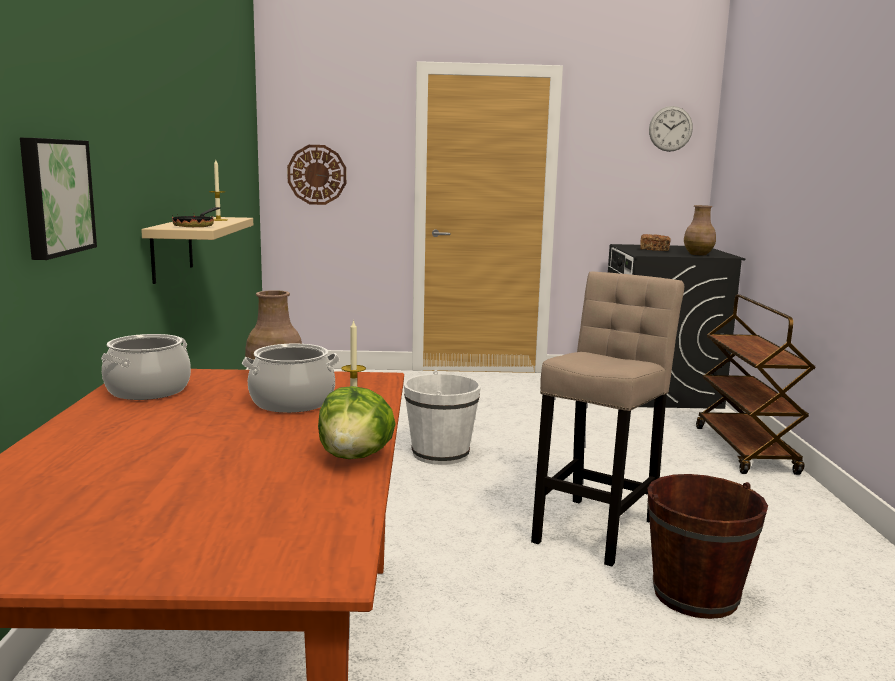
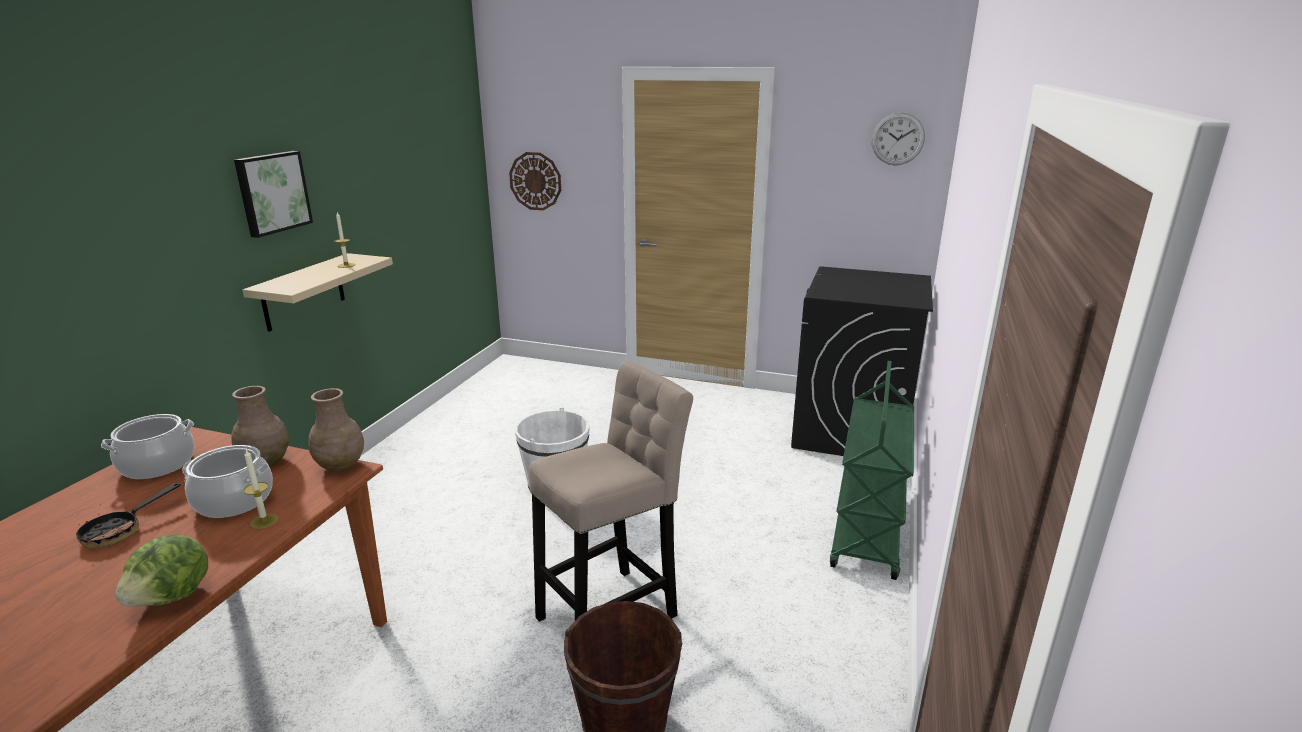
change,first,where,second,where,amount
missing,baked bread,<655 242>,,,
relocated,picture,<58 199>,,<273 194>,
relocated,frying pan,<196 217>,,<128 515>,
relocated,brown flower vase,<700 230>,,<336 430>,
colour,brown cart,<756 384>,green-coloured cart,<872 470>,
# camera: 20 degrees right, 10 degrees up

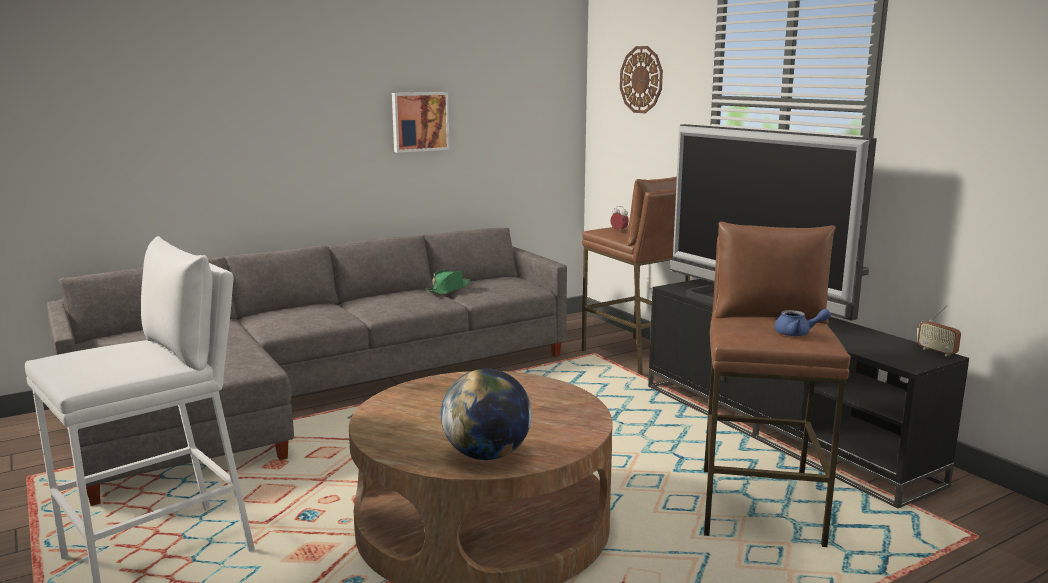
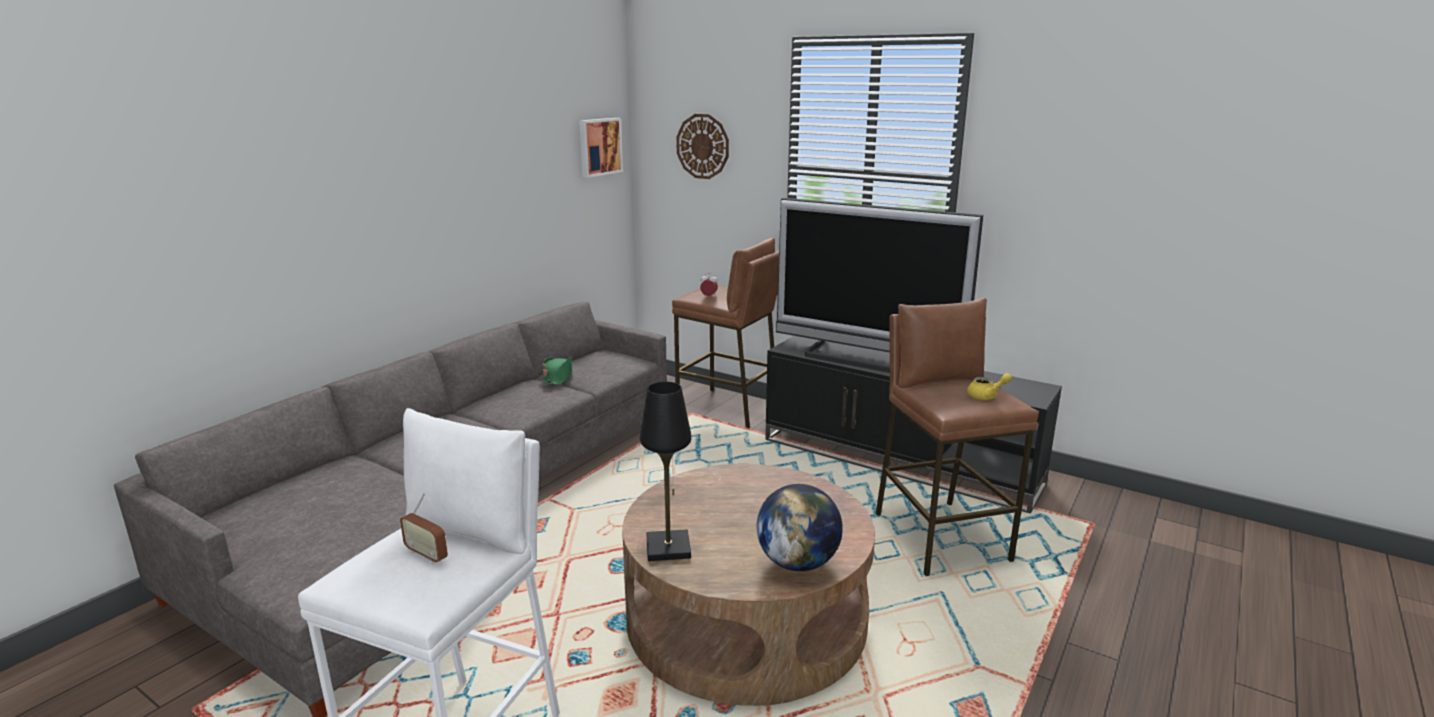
change,first,where,second,where,amount
appeared,,,blackish lamp for a table,<666 471>,
relocated,picture,<421 122>,,<601 148>,
relocated,radio receiver,<939 330>,,<424 528>,
colour,bluish tea pot,<802 322>,yellow-coloured tea pot,<989 386>,
# camera: 25 degrees left, 5 degrees up

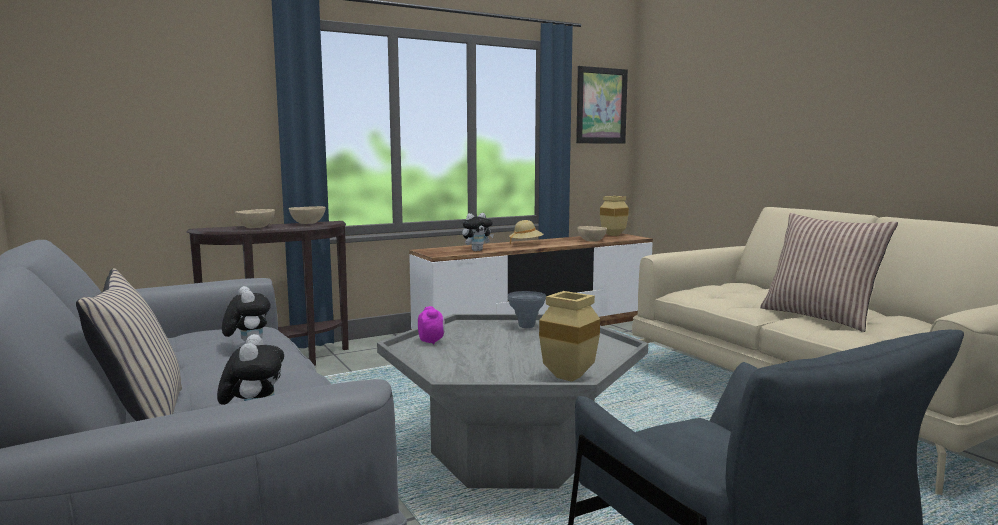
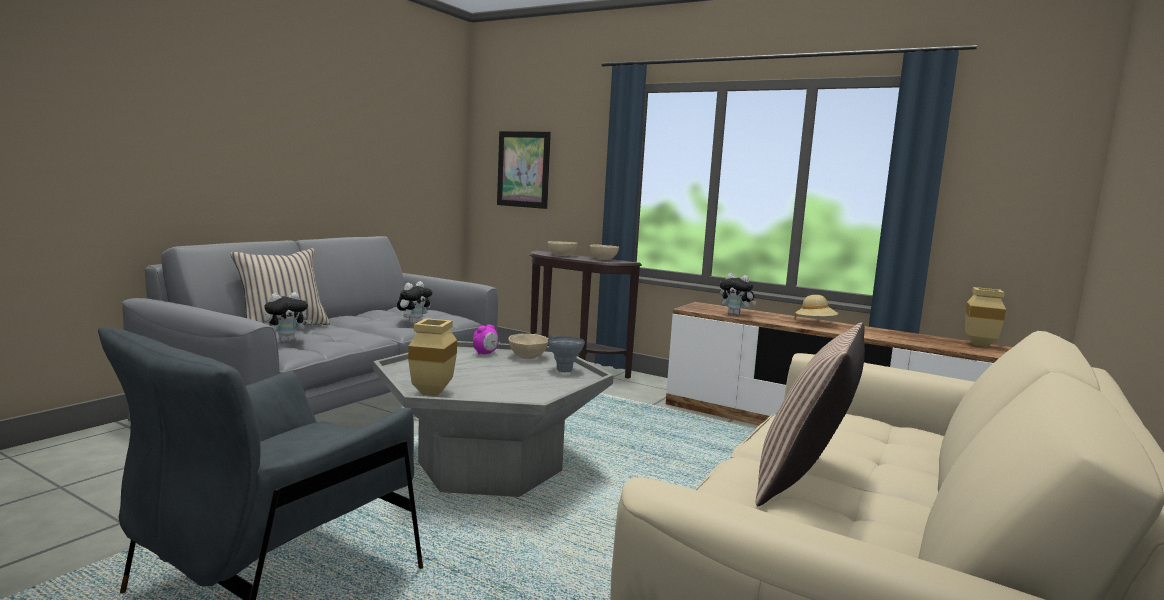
change,first,where,second,where,amount
relocated,picture,<602 105>,,<524 170>,
relocated,beige-coloured serving bowl,<592 234>,,<528 346>,
# camera: 60 degrees right, 0 degrees up

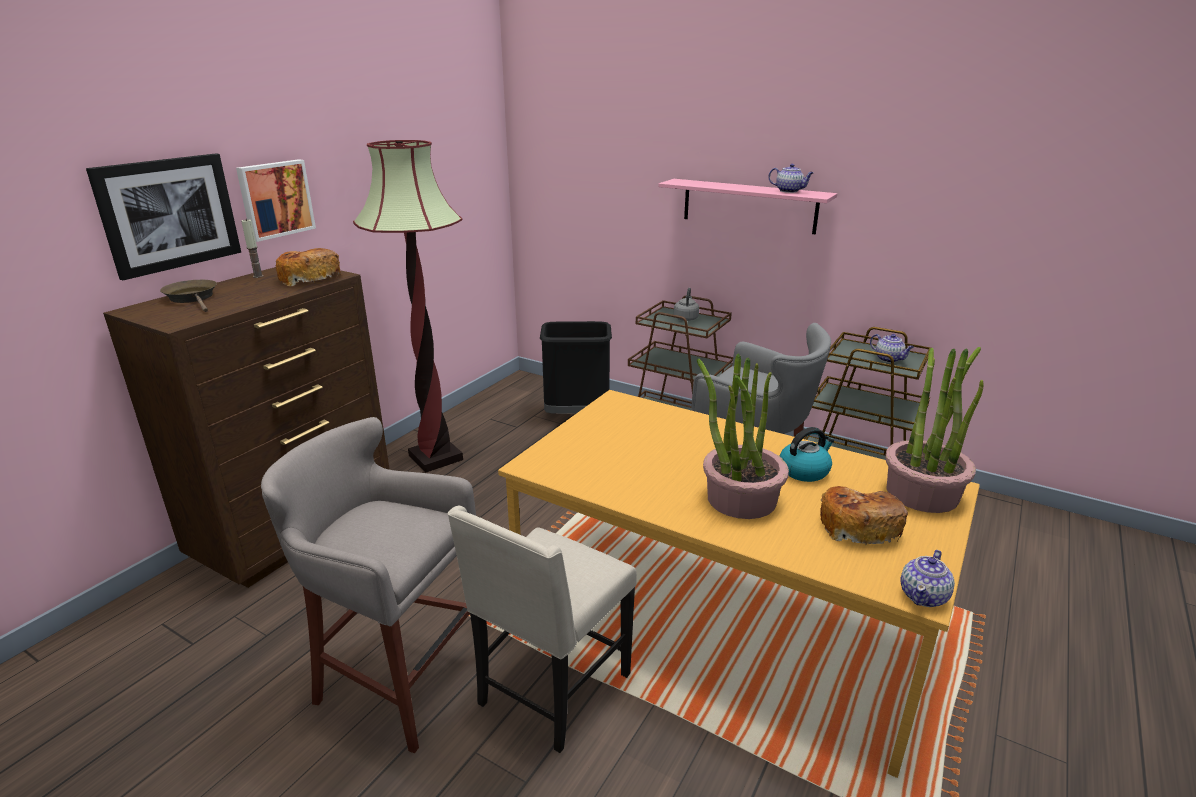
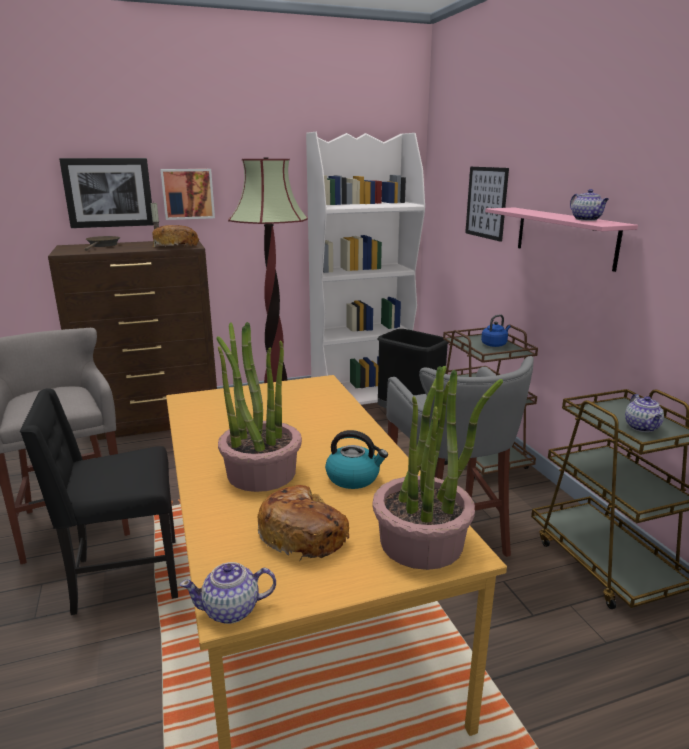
change,first,where,second,where,amount
appeared,,,whitish shelving unit,<365 268>,
appeared,,,picture,<487 204>,
colour,beige-coloured upright chair,<542 629>,blackish upright chair,<99 501>,
colour,greyish kettle,<686 304>,bluish kettle,<496 330>,
# camera: 40 degrees right, 5 degrees down

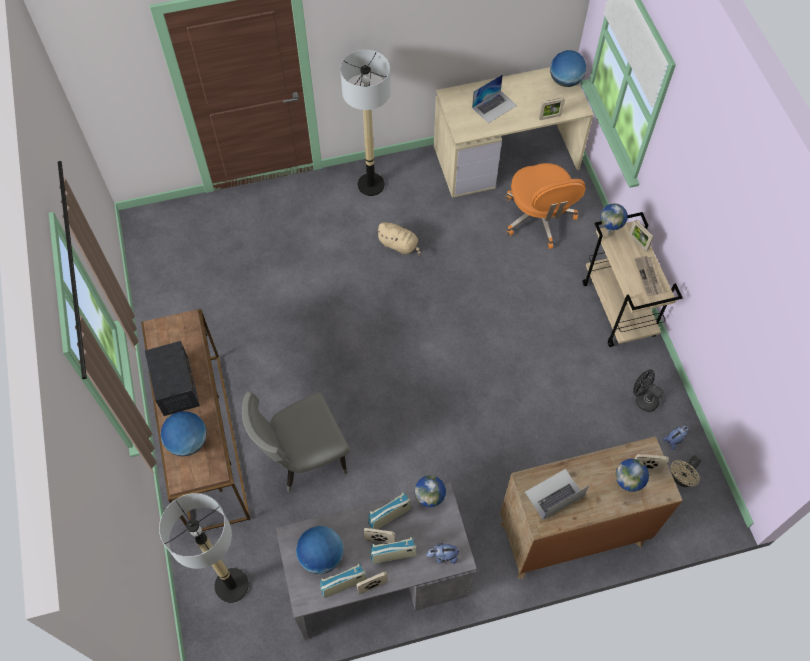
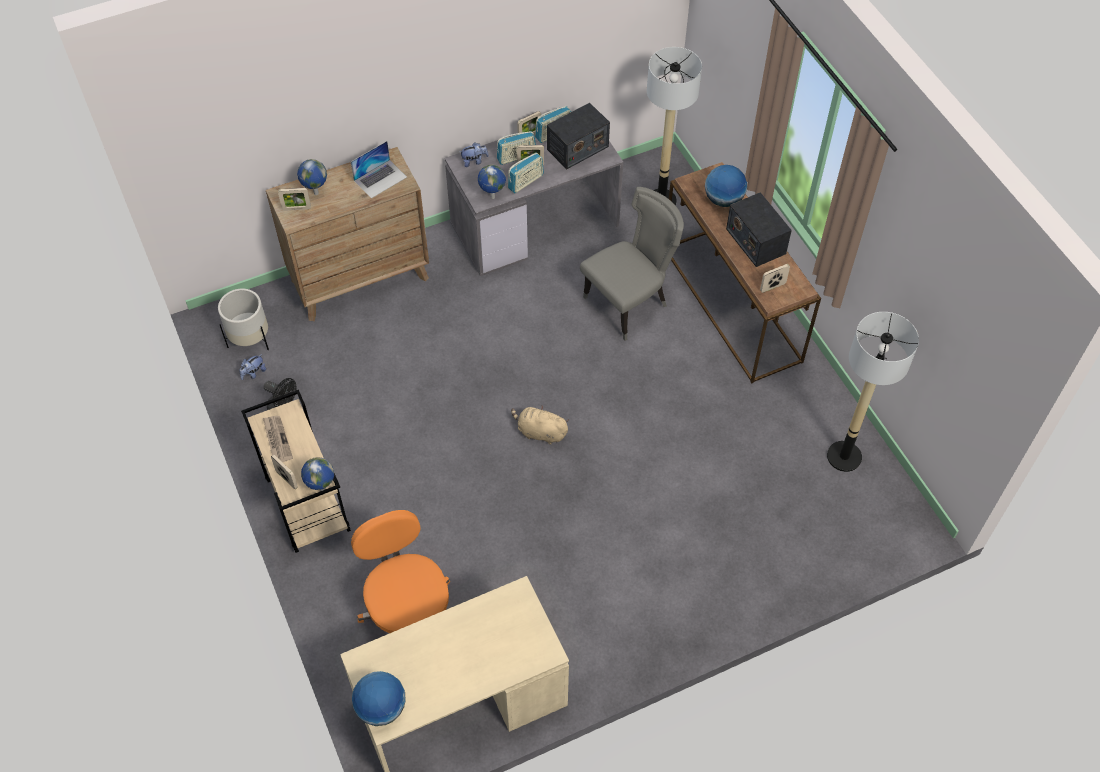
change,first,where,second,where,amount
missing,laptop,<494 98>,,,
relocated,standard lamp,<365 123>,,<873 392>,
relocated,beige-coloured plush toy,<398 239>,,<540 425>,
relocated,photo frame,<552 109>,,<775 278>,
exchanged,globe,<320 550>,radio receiver,<578 136>,
exchanged,beige-coloured cooling fan,<685 471>,whitish planter,<243 319>,
# camera: 170 degrees right, 5 degrees down

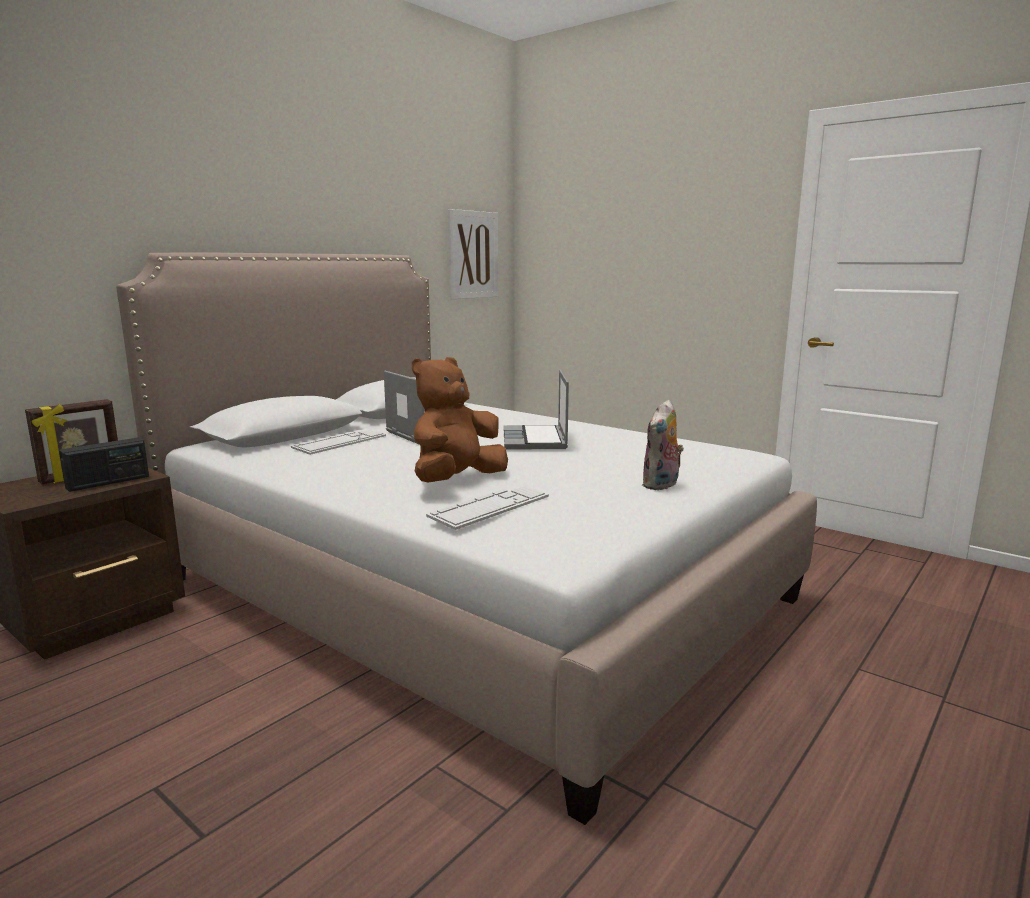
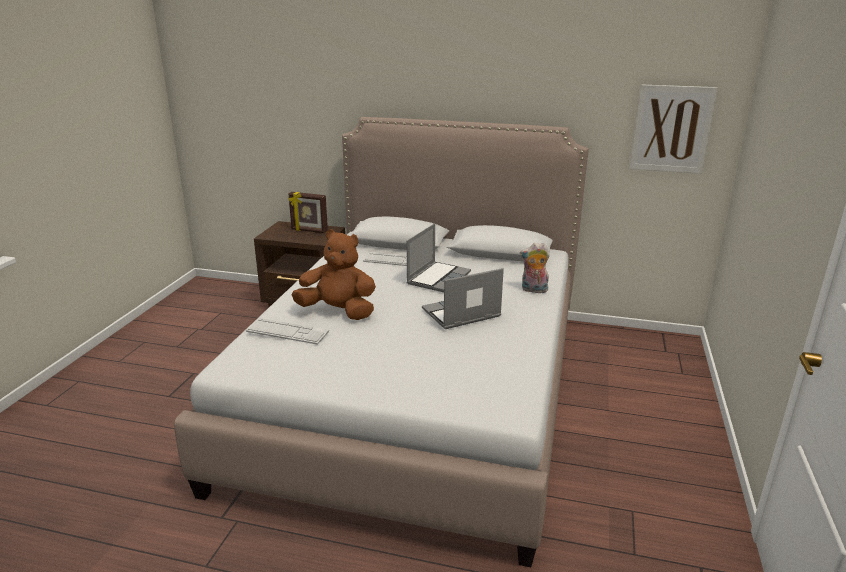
change,first,where,second,where,amount
missing,radio receiver,<104 464>,,,
relocated,plush toy,<663 445>,,<534 268>,
# camera: 65 degrees right, 10 degrees up

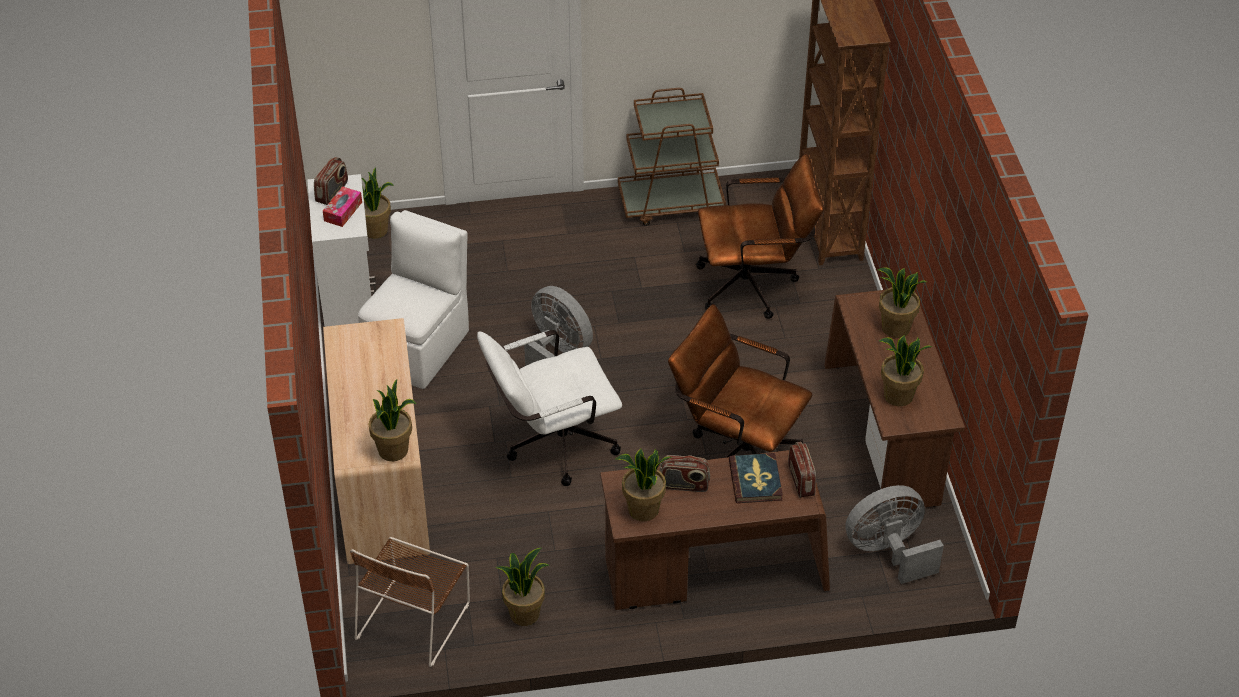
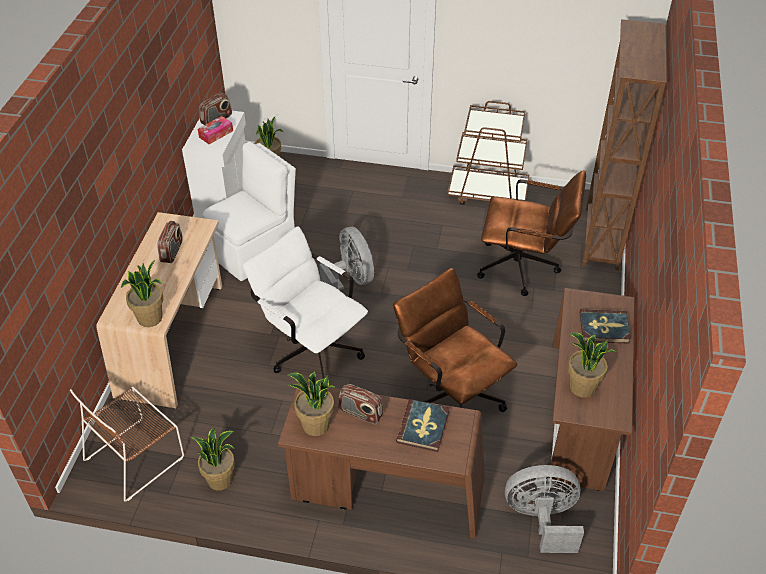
change,first,where,second,where,amount
relocated,radio receiver,<802 469>,,<170 242>,
exchanged,potted plant,<902 303>,book,<605 326>,
spun,whitish computer chair,<549 408>,,<305 306>,45 degrees clockwise
# camera: 20 degrees right, 0 degrees up

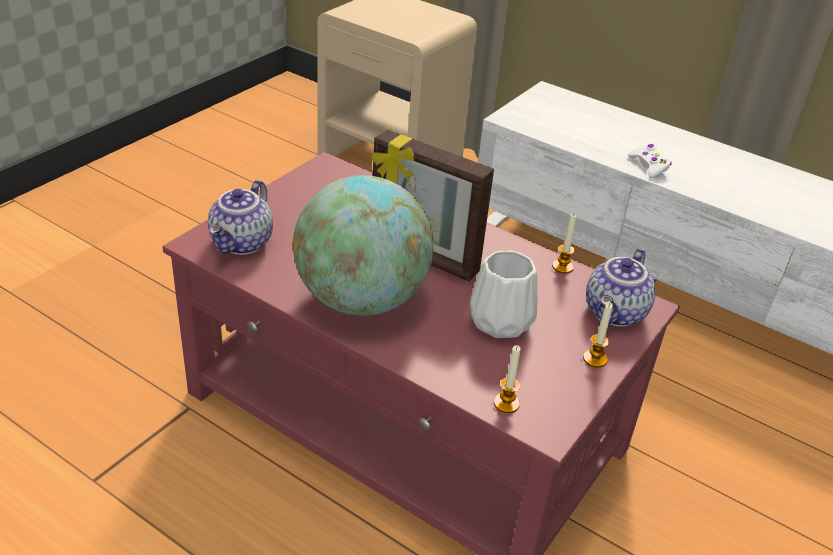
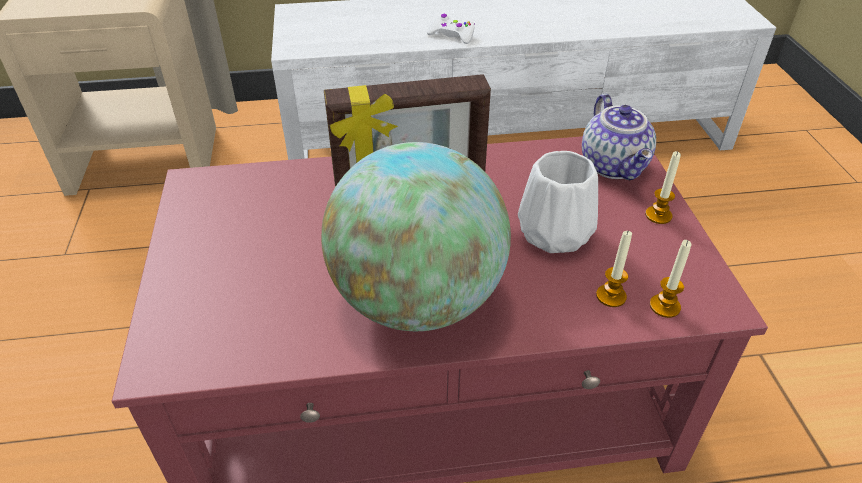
change,first,where,second,where,amount
missing,tea pot,<240 217>,,,
relocated,wax candle,<564 244>,,<614 268>,
# camera: 40 degrees left, 5 degrees up

